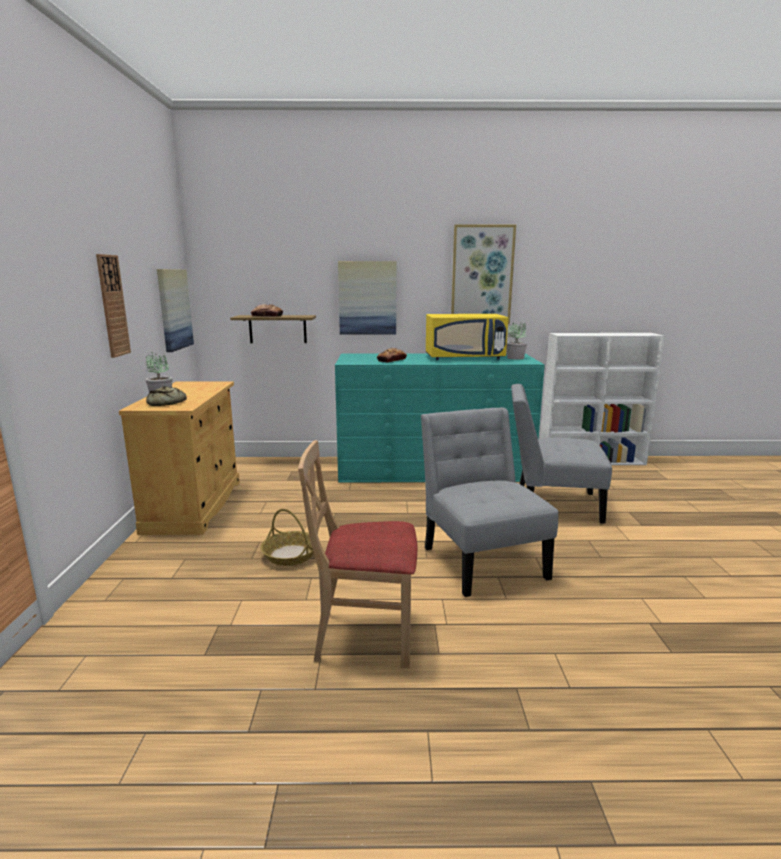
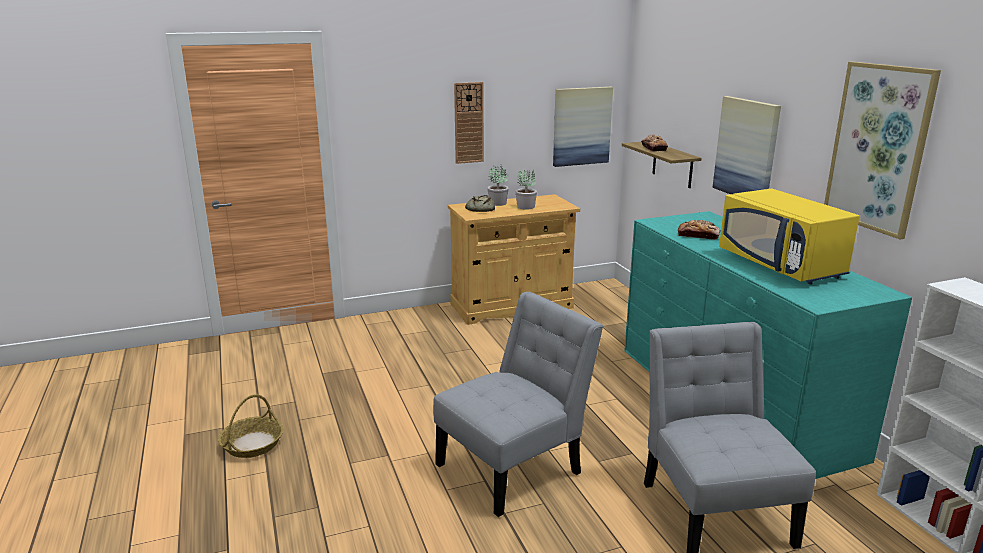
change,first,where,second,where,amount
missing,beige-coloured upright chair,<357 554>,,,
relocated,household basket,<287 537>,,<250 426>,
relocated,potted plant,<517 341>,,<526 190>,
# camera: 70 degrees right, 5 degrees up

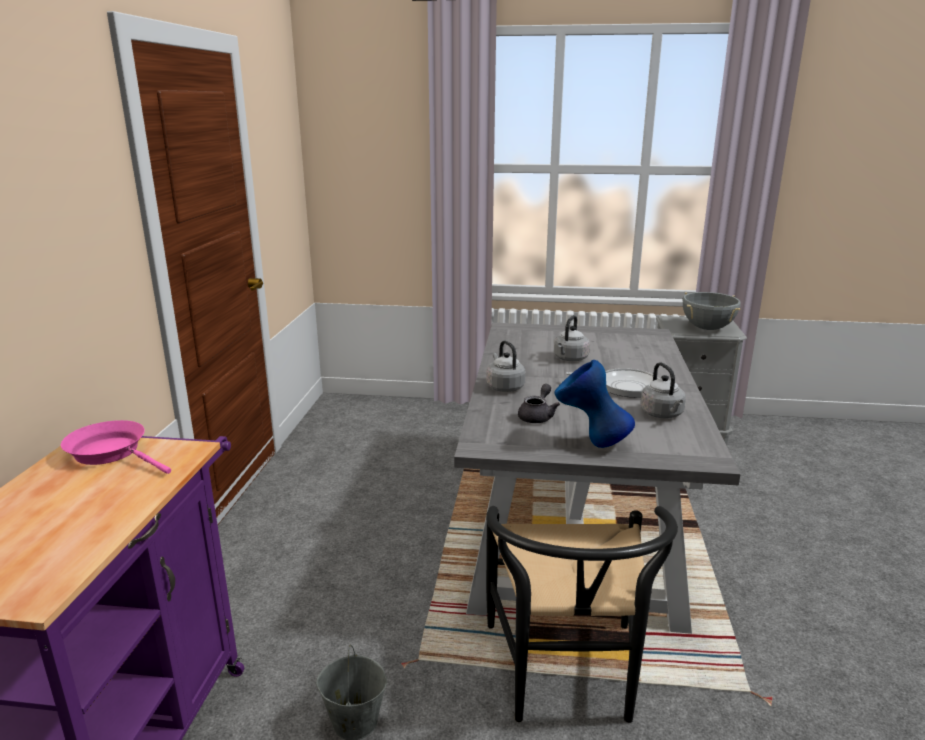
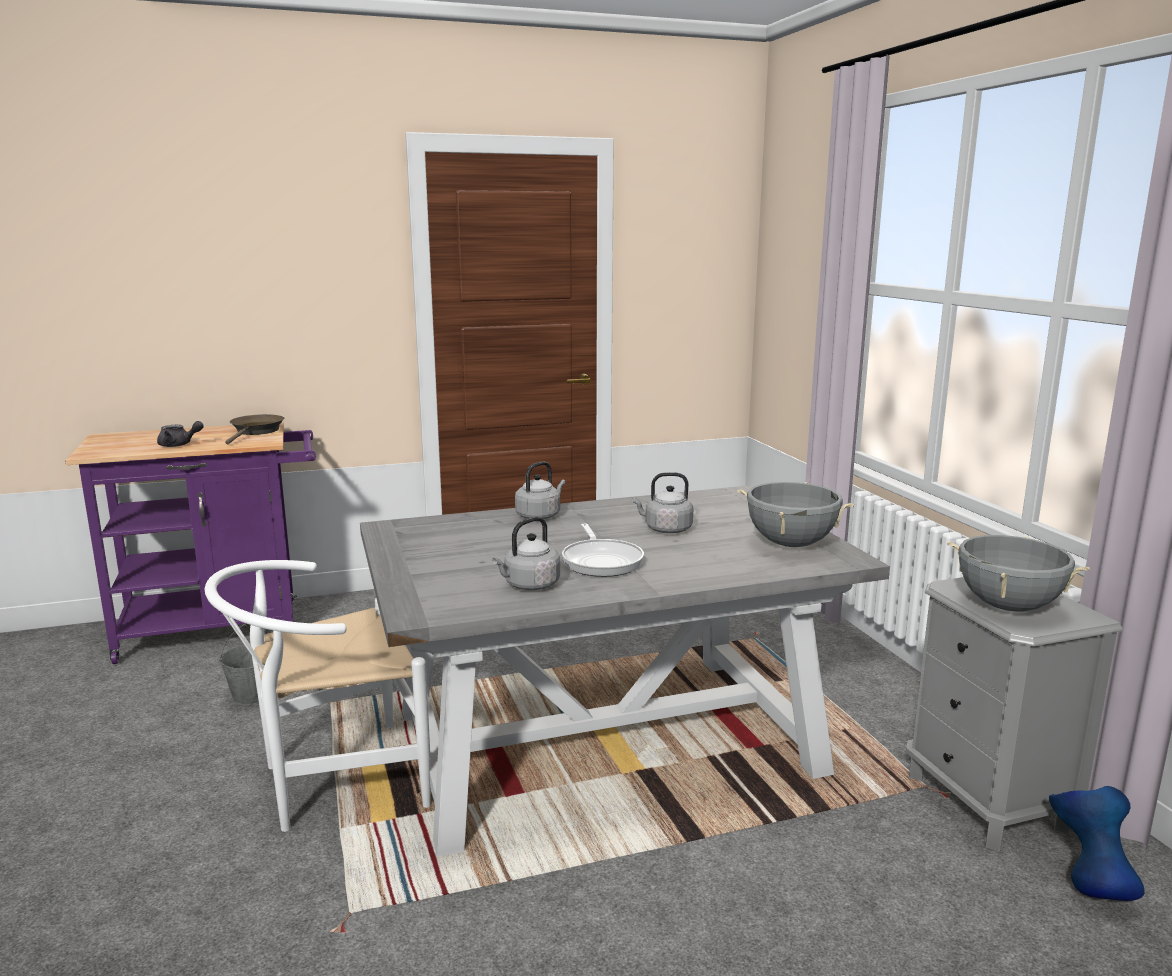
change,first,where,second,where,amount
appeared,,,greyish stockpot,<795 514>,
relocated,greyish tea pot,<539 403>,,<180 434>,
relocated,bluish flower vase,<594 404>,,<1097 843>,
colour,pink-coloured frying pan,<116 447>,brown frying pan,<254 429>,
colour,blackish upright chair,<582 614>,whitish upright chair,<318 696>,
# camera: 65 degrees right, 5 degrees down

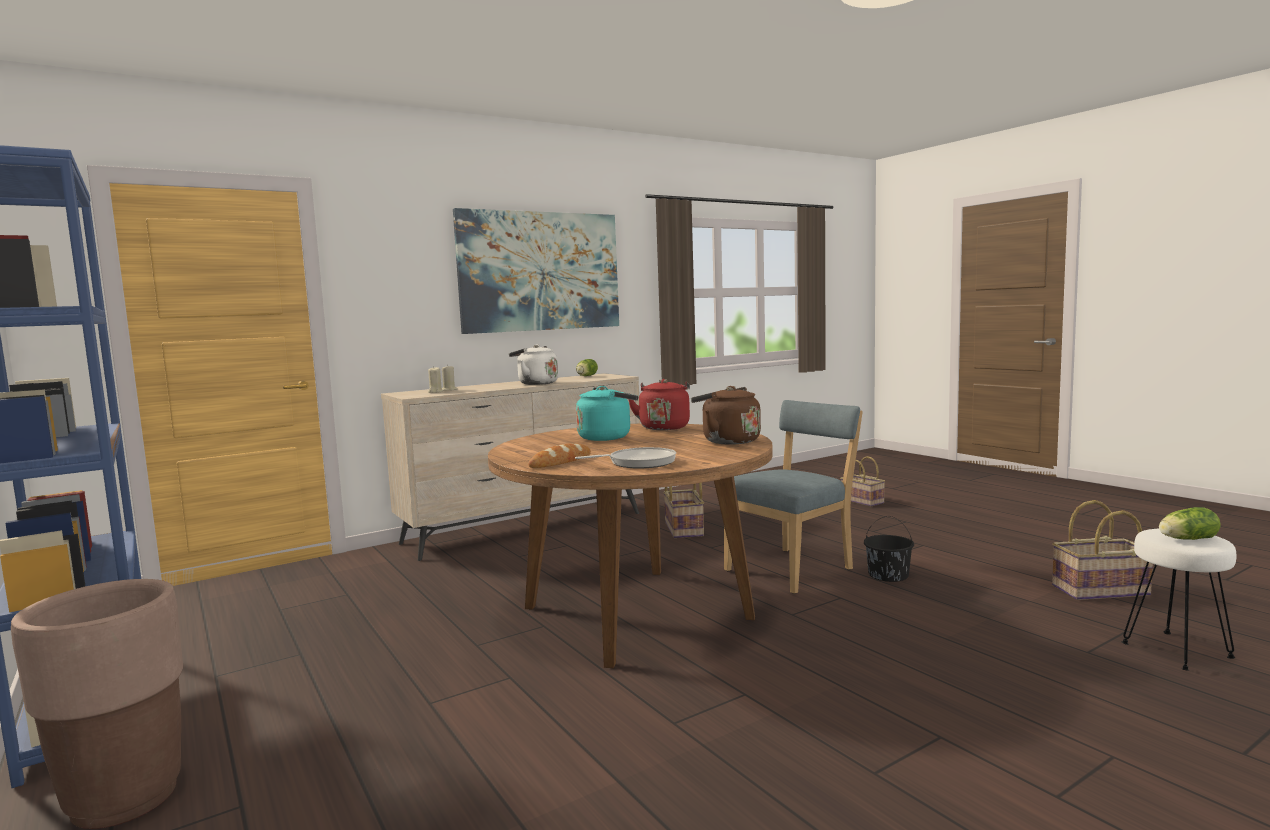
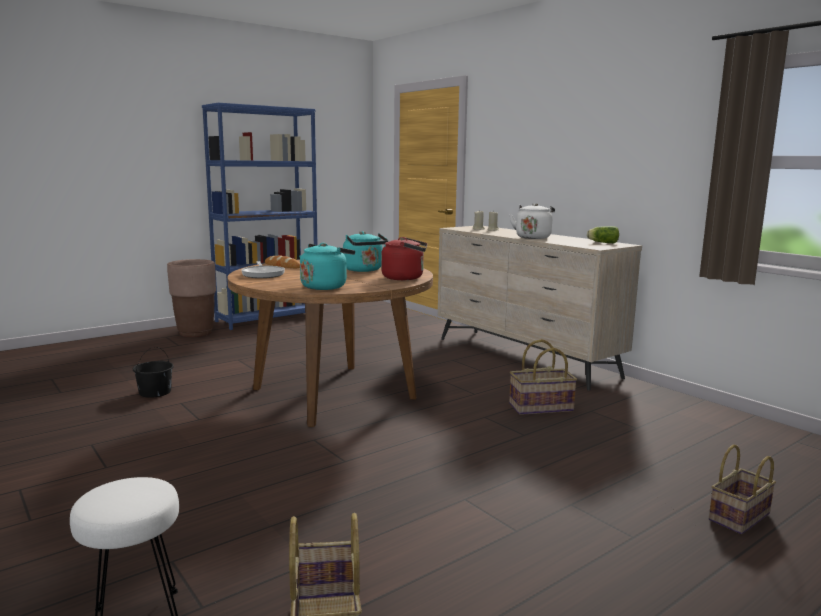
change,first,where,second,where,amount
missing,picture,<536 271>,,,
missing,bluish upright chair,<793 497>,,,
missing,lettuce head,<1190 523>,,,
relocated,blackish water bucket,<889 549>,,<153 372>,
colour,brown kettle,<726 415>,blue-green kettle,<327 266>,
# camera: 85 degrees right, 5 degrees up

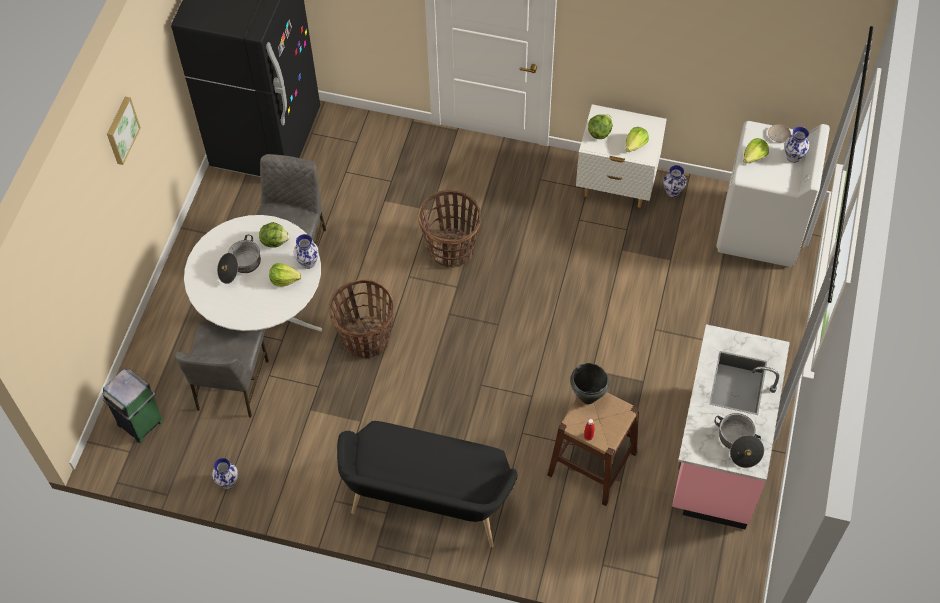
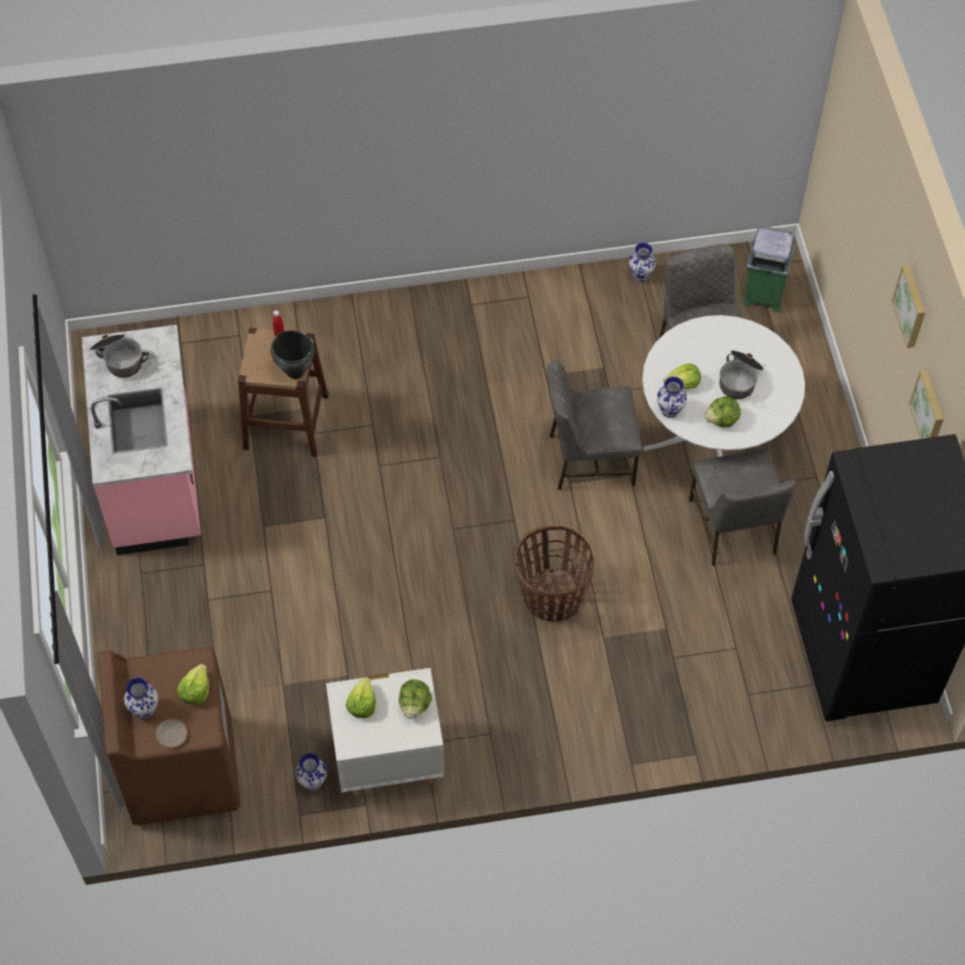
change,first,where,second,where,amount
missing,blackish bench,<427 484>,,,
appeared,,,picture,<926 404>,
exchanged,household basket,<361 318>,greyish upright chair,<594 425>,
colour,whitish washing machine,<773 194>,brown washing machine,<170 736>,
# camera: 155 degrees right, 0 degrees up

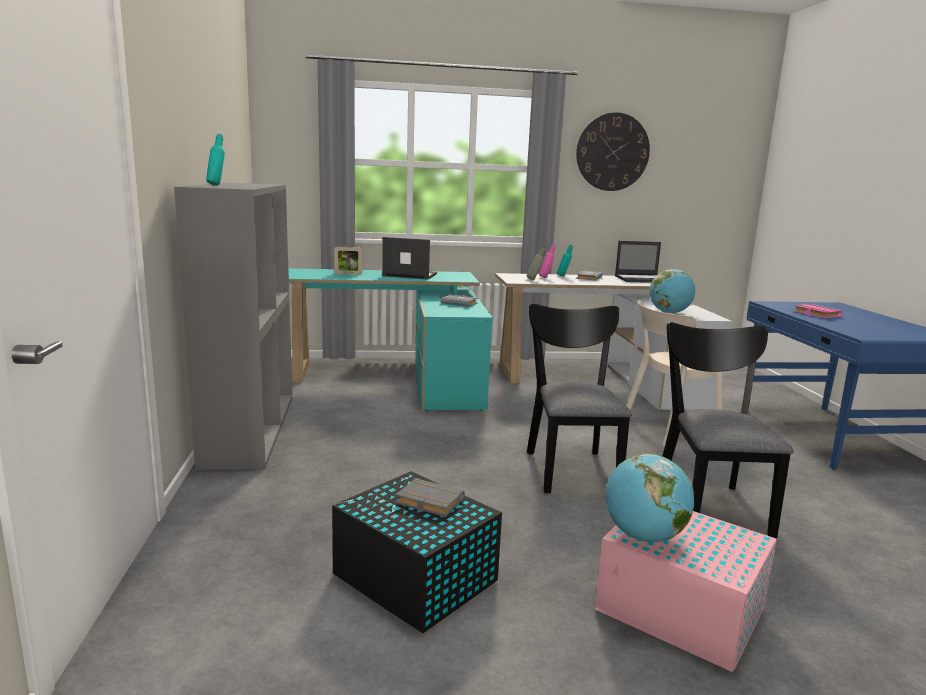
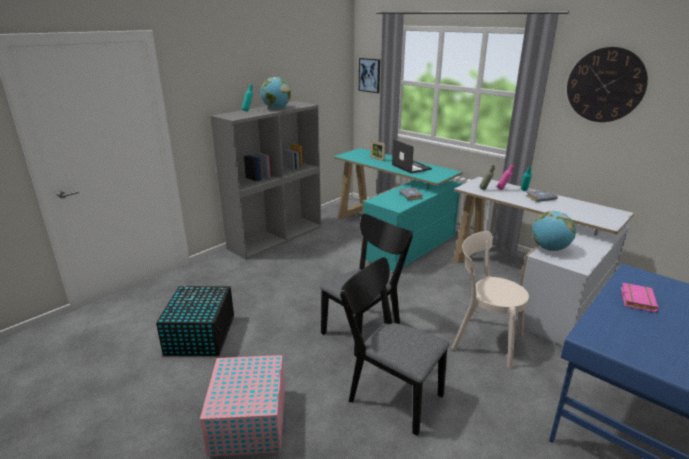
change,first,where,second,where,amount
missing,greyish book,<430 497>,,,
missing,laptop,<638 262>,,,
appeared,,,picture,<369 75>,
relocated,globe,<649 498>,,<275 93>,
spun,blackish upright chair,<728 430>,,<395 346>,105 degrees counterclockwise
# camera: 50 degrees right, 10 degrees up

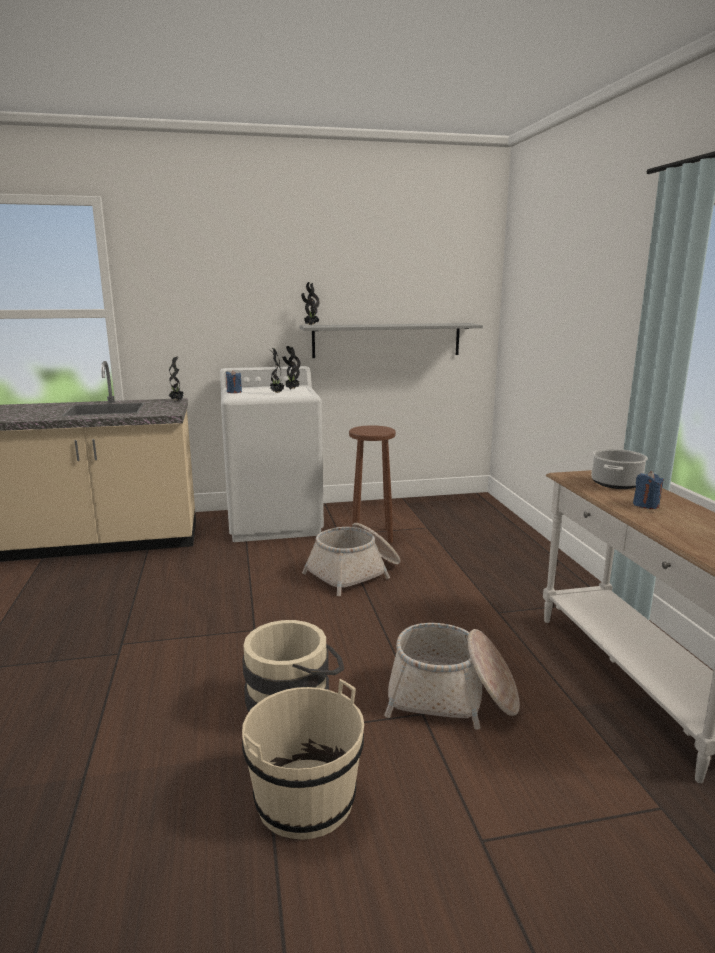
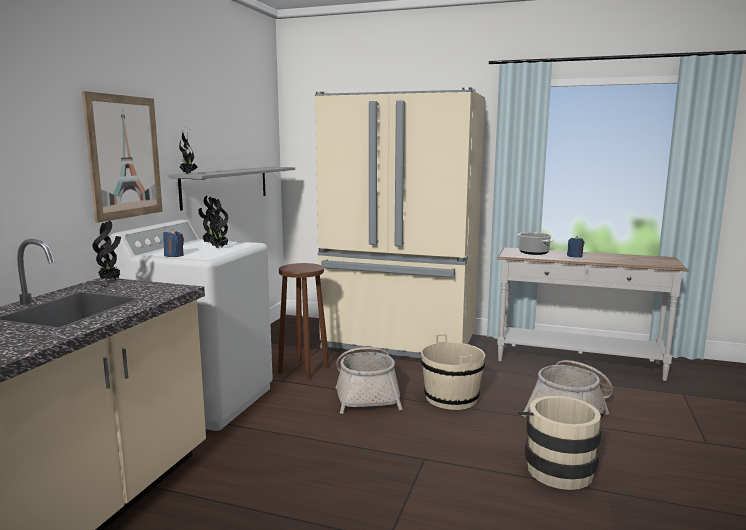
change,first,where,second,where,amount
appeared,,,picture,<122 157>,
appeared,,,beige-coloured refrigerator,<400 222>,
relocated,beige-coloured water bucket,<303 759>,,<453 372>,
# camera: 60 degrees left, 5 degrees down

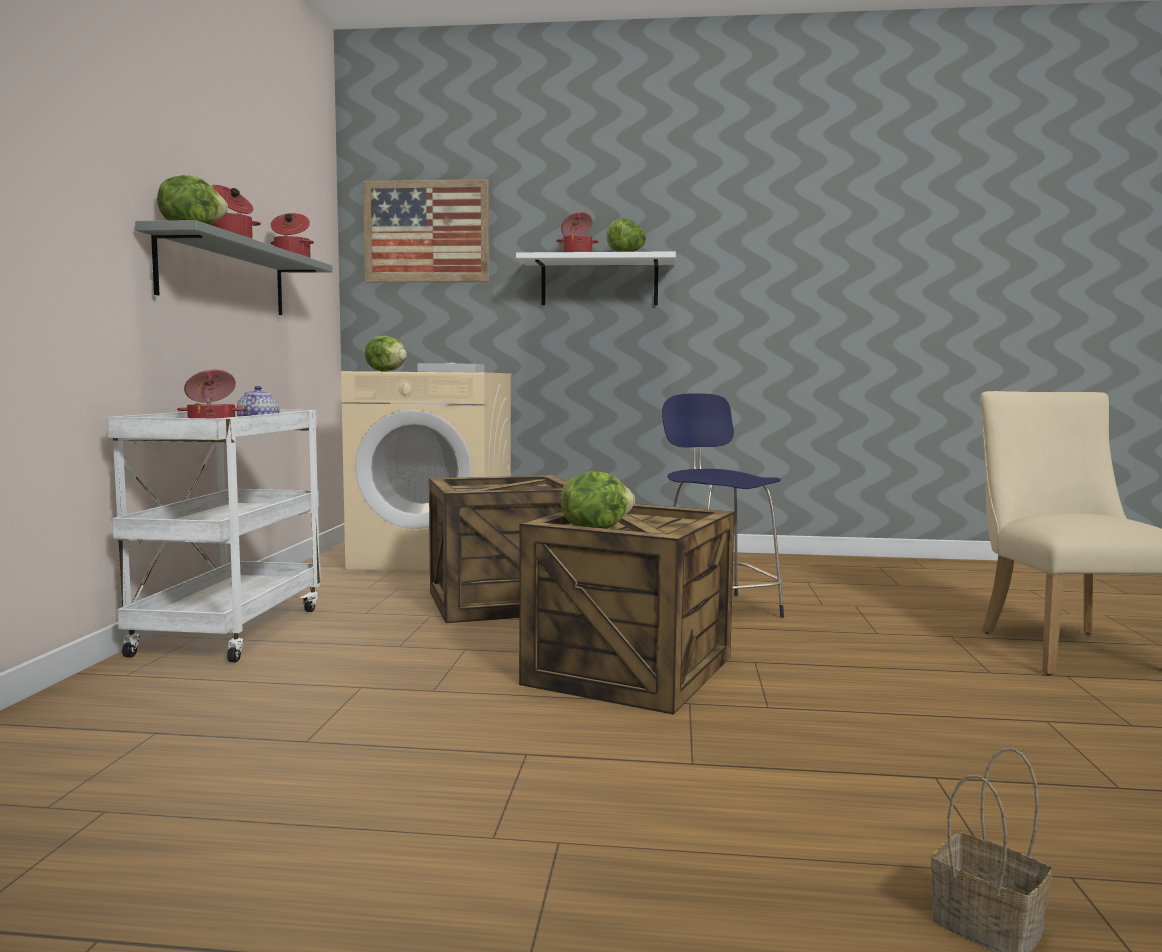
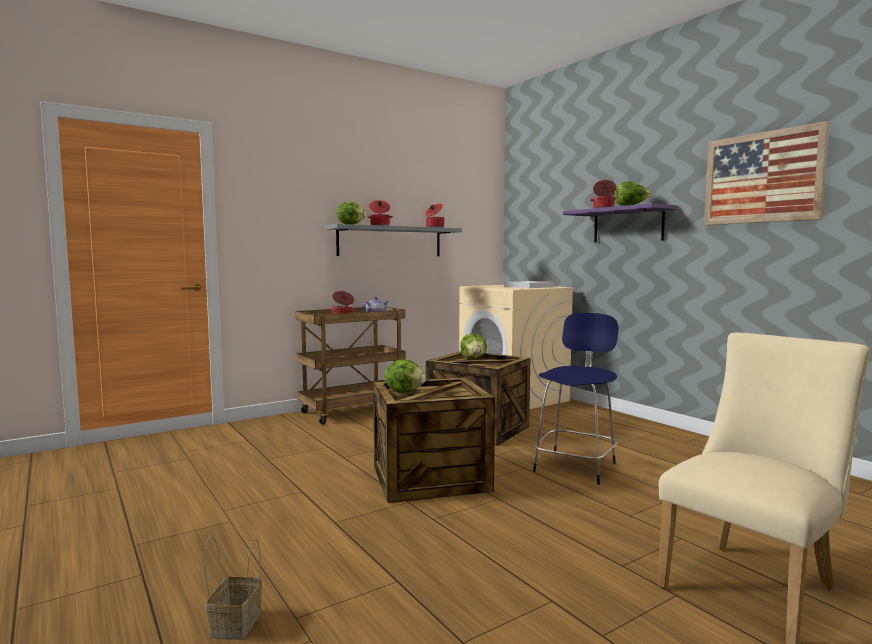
change,first,where,second,where,amount
relocated,picture,<426 230>,,<767 173>,
relocated,lettuce head,<386 354>,,<473 346>,
colour,whitish cart,<214 536>,brown cart,<350 365>,
colour,whitish wall shelf,<596 278>,purplish wall shelf,<620 222>,
# camera: 50 degrees right, 0 degrees up

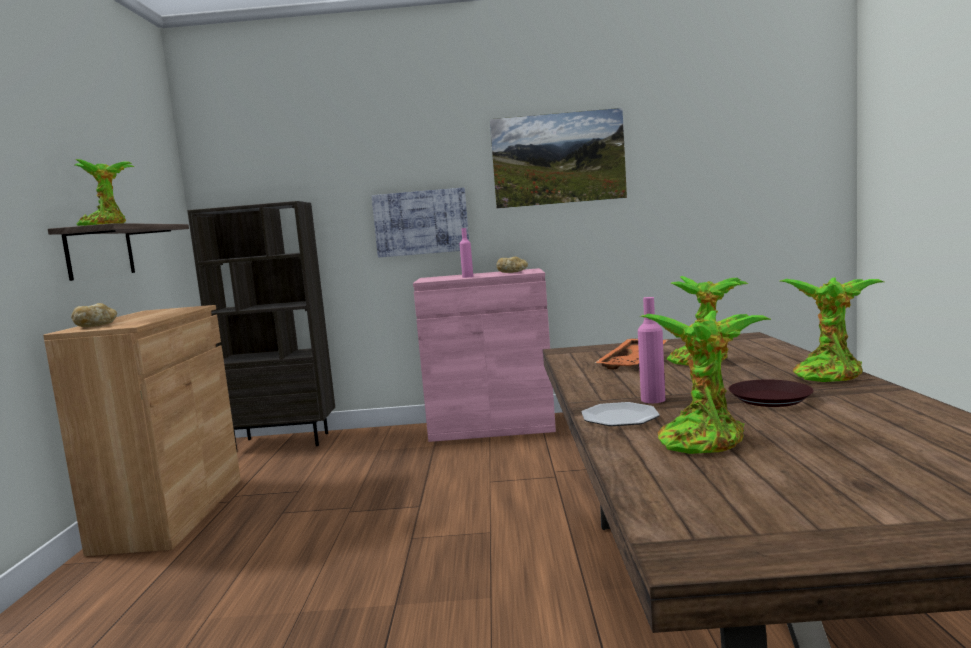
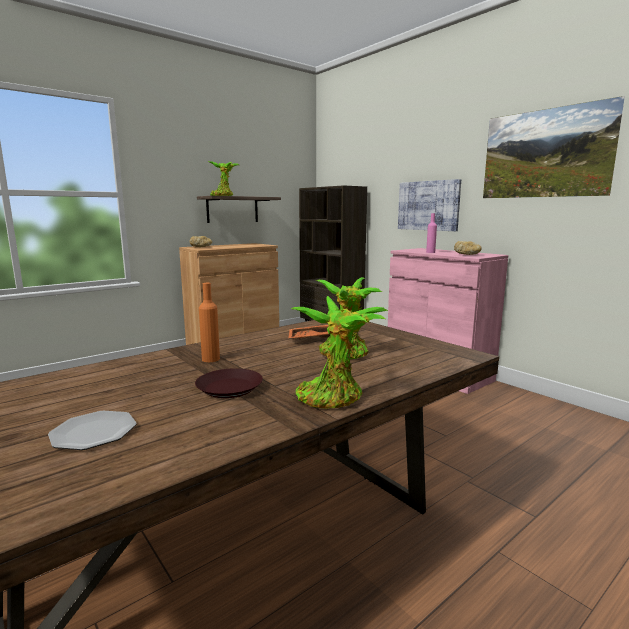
change,first,where,second,where,amount
missing,potted plant,<706 382>,,,
relocated,plate,<620 414>,,<92 430>,
colour,pink-coloured beverage bottle,<651 350>,orange-coloured beverage bottle,<209 322>,
# camera: 50 degrees right, 5 degrees up

